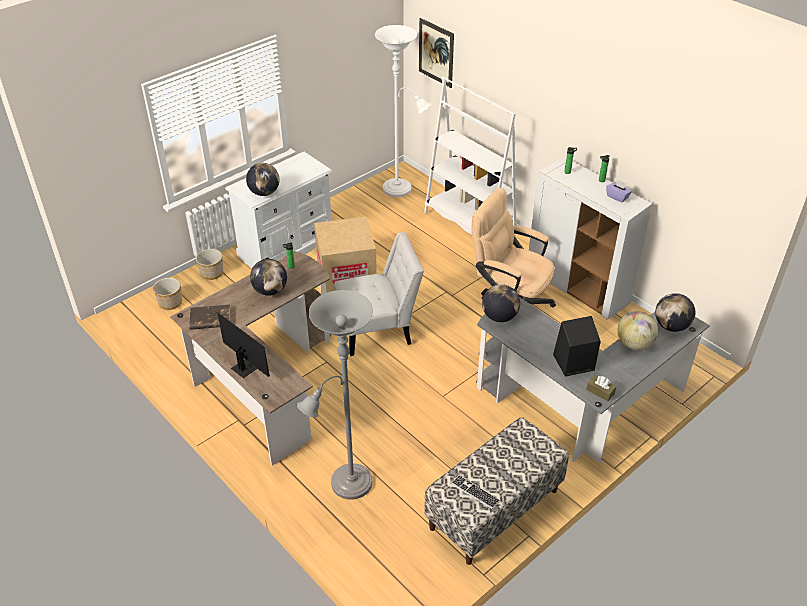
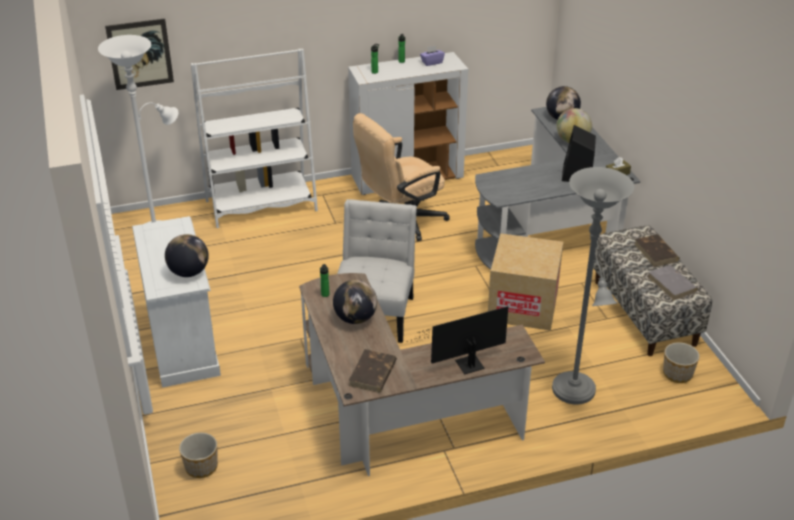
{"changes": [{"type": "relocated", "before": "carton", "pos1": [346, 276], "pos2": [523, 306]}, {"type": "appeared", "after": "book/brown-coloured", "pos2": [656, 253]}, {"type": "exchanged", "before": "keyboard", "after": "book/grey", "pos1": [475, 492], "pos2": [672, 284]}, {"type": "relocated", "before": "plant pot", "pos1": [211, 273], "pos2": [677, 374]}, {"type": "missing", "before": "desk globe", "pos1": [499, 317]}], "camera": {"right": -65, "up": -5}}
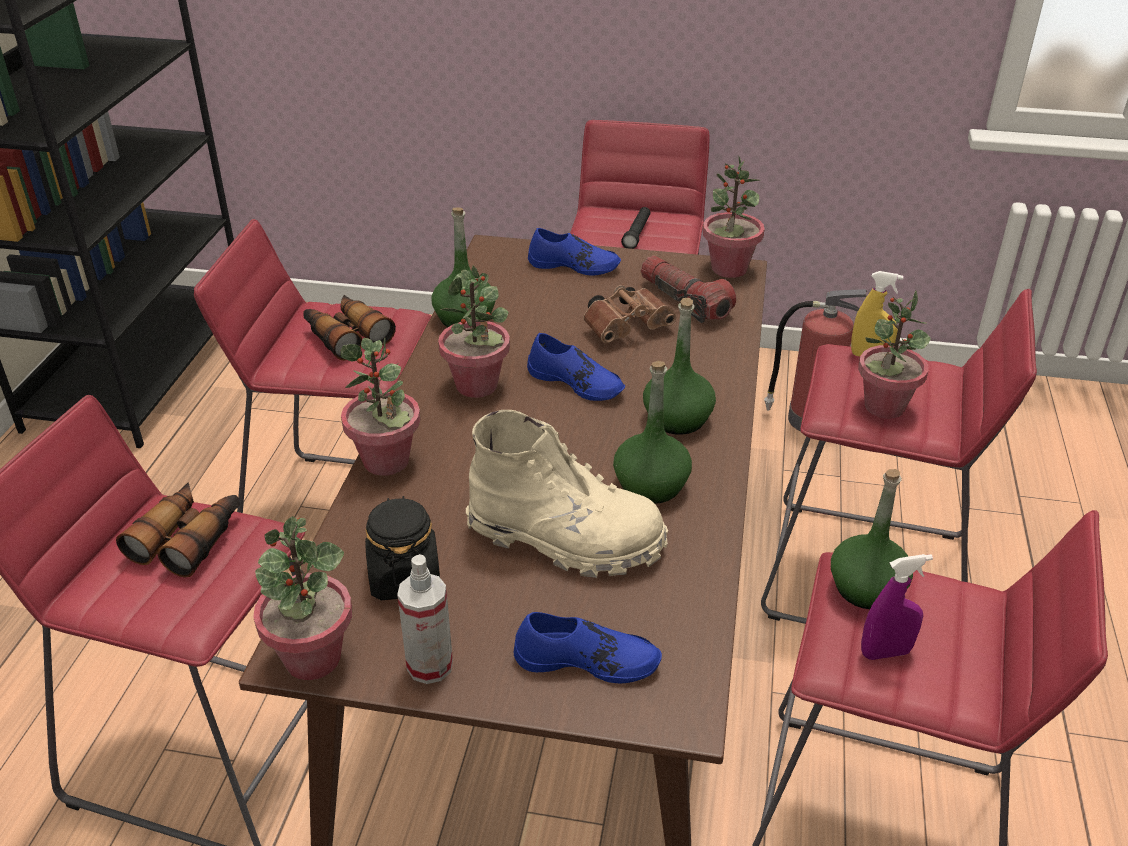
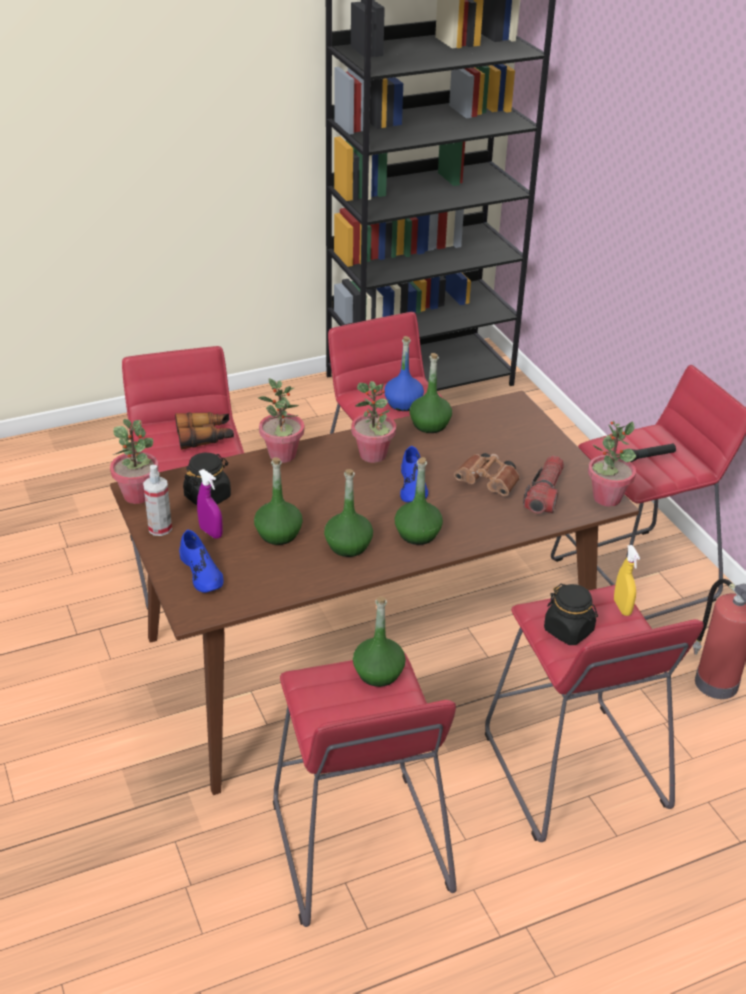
{"changes": [{"type": "relocated", "before": "sprayer/purple-coloured", "pos1": [885, 652], "pos2": [211, 532]}, {"type": "exchanged", "before": "high-top boot/beige", "after": "drink bottle/green-coloured", "pos1": [566, 539], "pos2": [278, 533]}, {"type": "exchanged", "before": "pair of binoculars", "after": "drink bottle/bluish", "pos1": [346, 335], "pos2": [403, 403]}, {"type": "exchanged", "before": "houseplant", "after": "jar/black", "pos1": [884, 407], "pos2": [569, 630]}, {"type": "missing", "before": "shoe/bluish", "pos1": [574, 265]}], "camera": {"right": 55, "up": 0}}
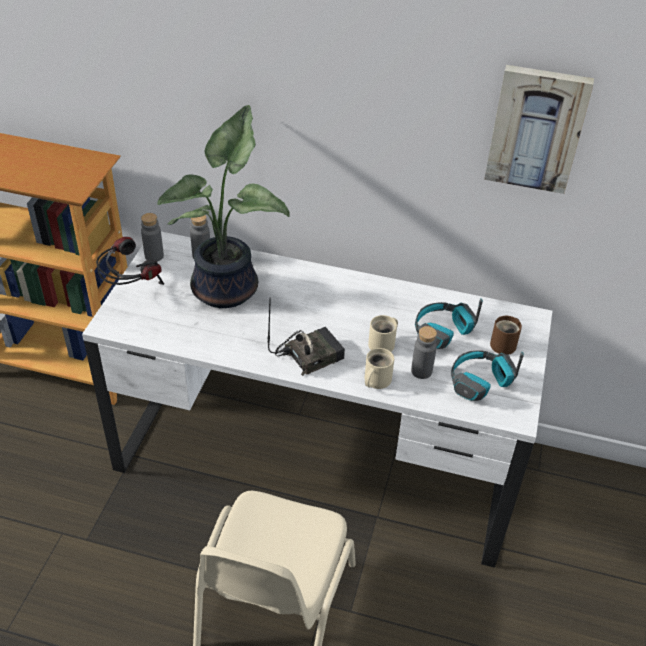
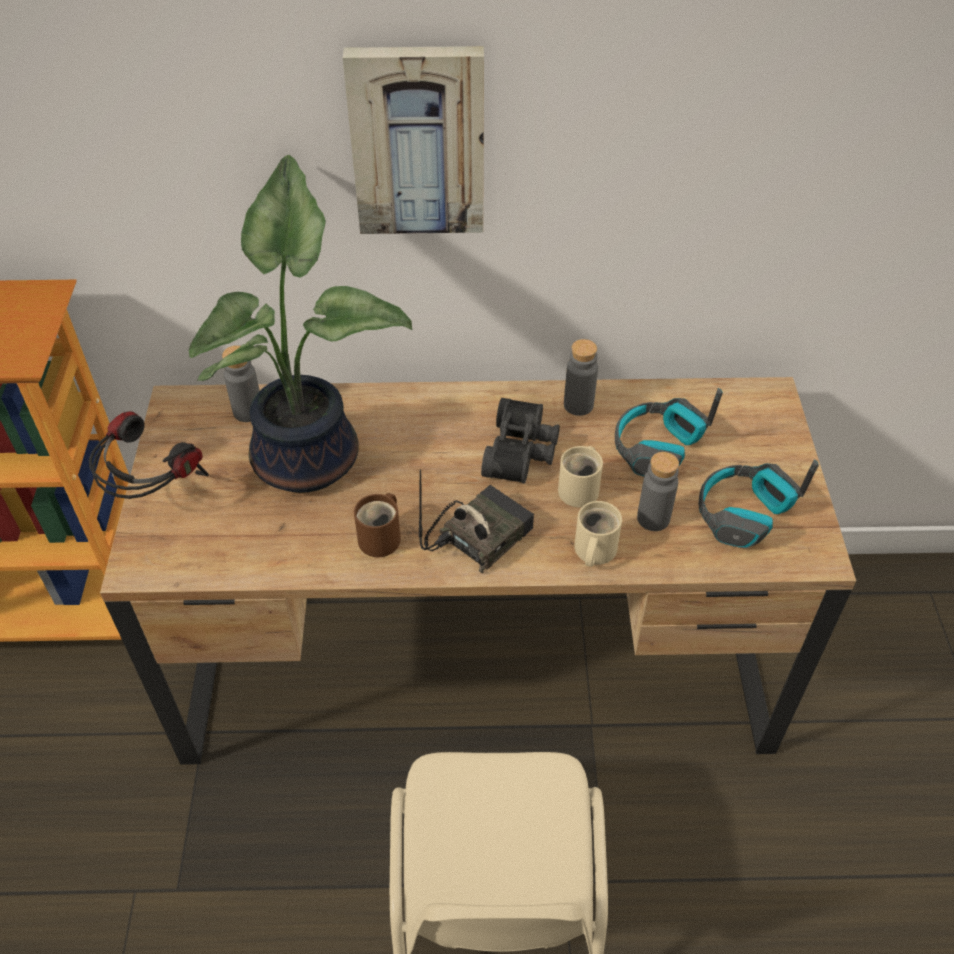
{"changes": [{"type": "colour", "before": "desk unit/white", "after": "desk unit/brown-coloured", "pos1": [317, 457], "pos2": [477, 659]}, {"type": "relocated", "before": "picture", "pos1": [536, 128], "pos2": [418, 140]}, {"type": "relocated", "before": "mug/brown-coloured", "pos1": [505, 344], "pos2": [382, 537]}, {"type": "appeared", "after": "pair of binoculars/black", "pos2": [522, 451]}, {"type": "relocated", "before": "drink bottle/grey", "pos1": [154, 256], "pos2": [578, 405]}], "camera": {"right": -15, "up": 5}}
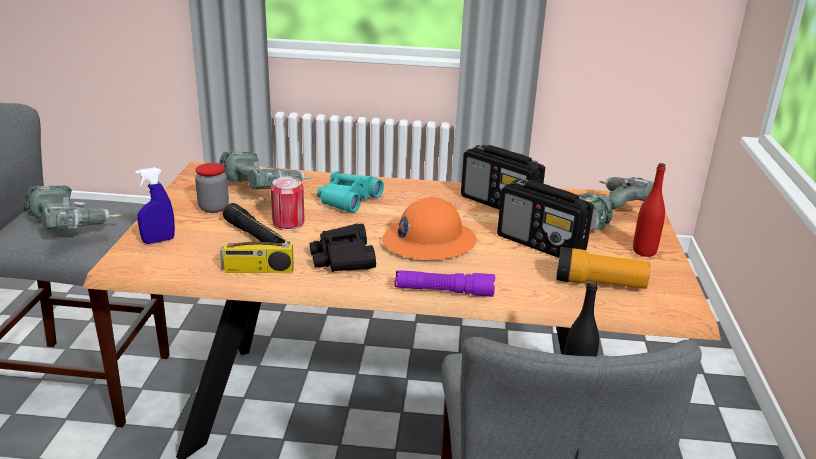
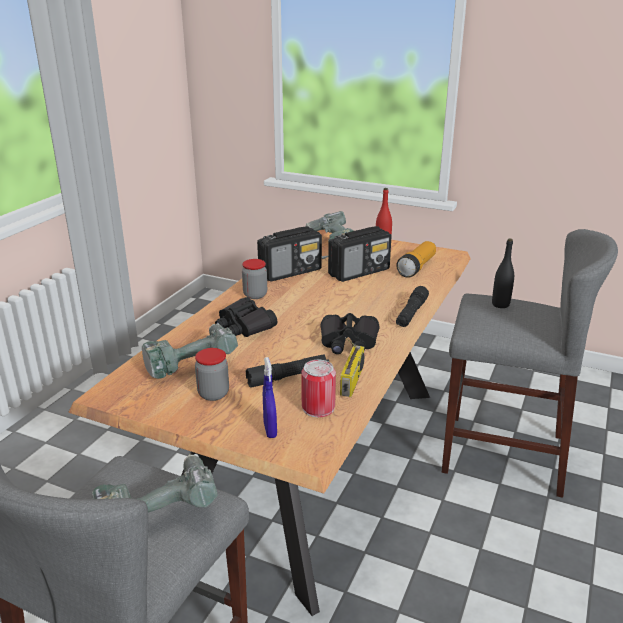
{"changes": [{"type": "colour", "before": "pair of binoculars/turquoise-coloured", "after": "pair of binoculars/black", "pos1": [348, 200], "pos2": [244, 326]}, {"type": "appeared", "after": "jar", "pos2": [255, 295]}, {"type": "relocated", "before": "can", "pos1": [288, 223], "pos2": [318, 407]}, {"type": "colour", "before": "flashlight/purple-coloured", "after": "flashlight/black", "pos1": [443, 291], "pos2": [411, 313]}, {"type": "missing", "before": "hard hat/orangey", "pos1": [428, 241]}], "camera": {"right": -70, "up": 0}}
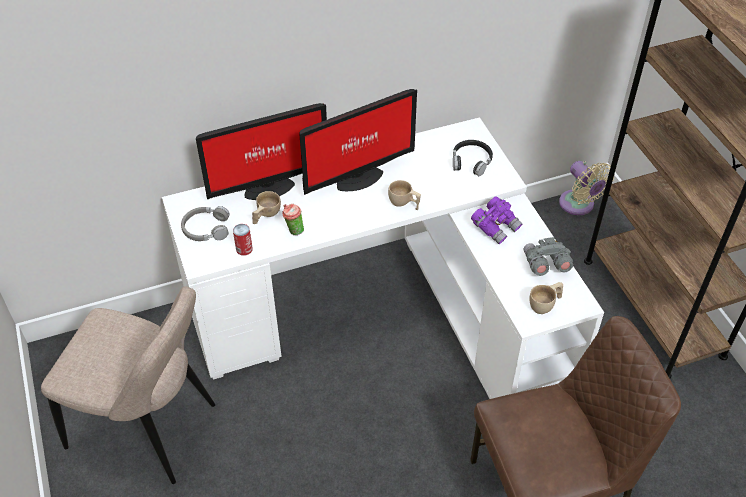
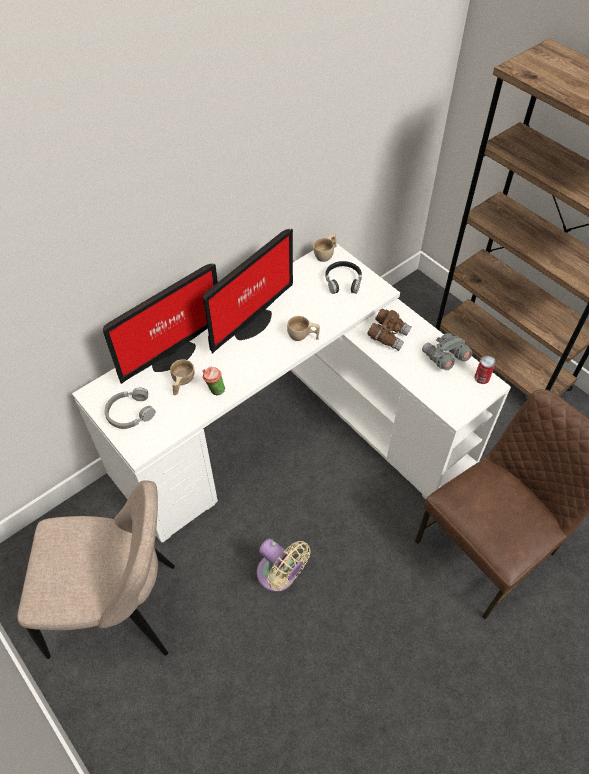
{"changes": [{"type": "relocated", "before": "fan/beige", "pos1": [579, 205], "pos2": [280, 576]}, {"type": "relocated", "before": "cup/beige", "pos1": [545, 305], "pos2": [326, 254]}, {"type": "colour", "before": "pair of binoculars/purple-coloured", "after": "pair of binoculars/brown-coloured", "pos1": [495, 227], "pos2": [388, 336]}, {"type": "relocated", "before": "can", "pos1": [244, 249], "pos2": [482, 378]}], "camera": {"right": -20, "up": 5}}
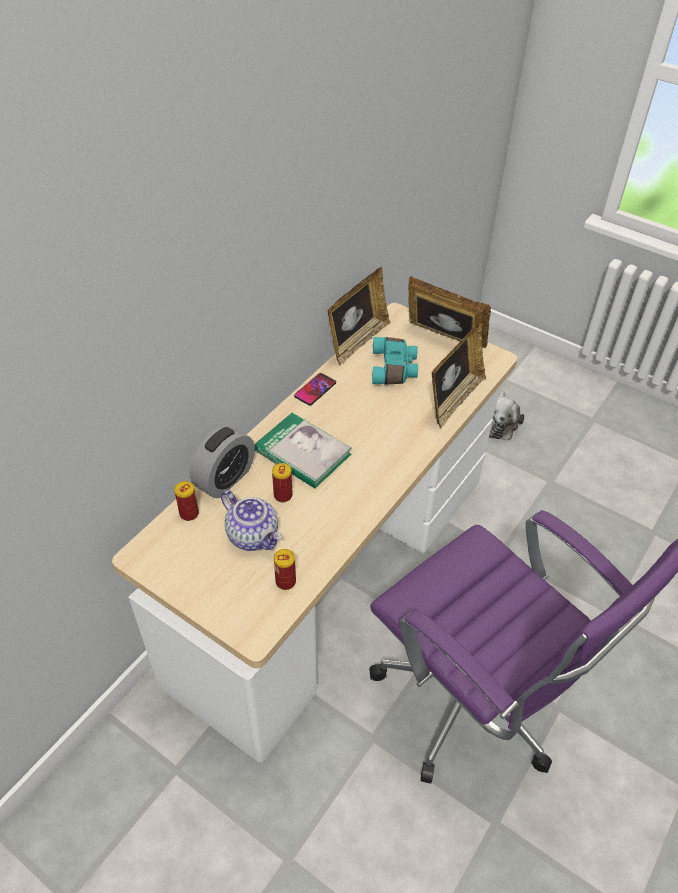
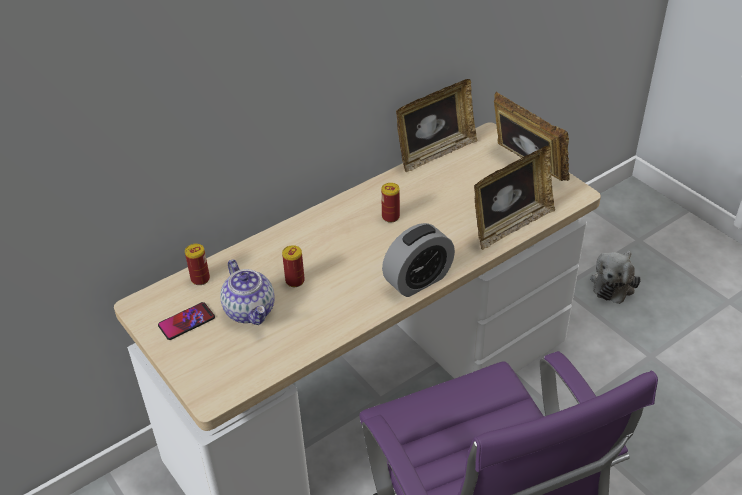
{"changes": [{"type": "relocated", "before": "telephone", "pos1": [315, 390], "pos2": [186, 322]}, {"type": "relocated", "before": "can", "pos1": [285, 581], "pos2": [390, 217]}, {"type": "relocated", "before": "alarm clock", "pos1": [225, 479], "pos2": [418, 280]}, {"type": "missing", "before": "book", "pos1": [302, 453]}, {"type": "missing", "before": "pair of binoculars/turquoise-coloured", "pos1": [394, 369]}], "camera": {"right": 20, "up": -5}}
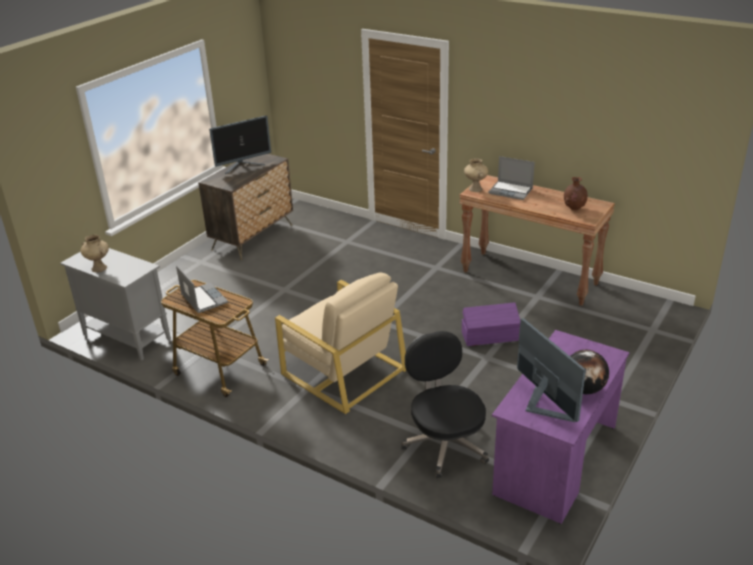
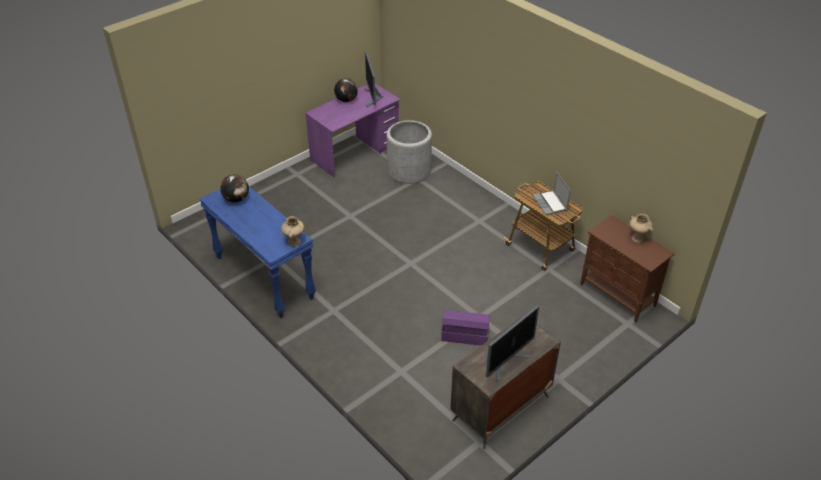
{"changes": [{"type": "colour", "before": "console table/brown-coloured", "after": "console table/bluish", "pos1": [530, 277], "pos2": [263, 278]}, {"type": "exchanged", "before": "decorative vase/brown-coloured", "after": "desk globe", "pos1": [574, 208], "pos2": [236, 199]}, {"type": "exchanged", "before": "computer chair/black", "after": "plant pot/grey", "pos1": [445, 444], "pos2": [409, 171]}, {"type": "relocated", "before": "storage container/purple-coloured", "pos1": [490, 337], "pos2": [464, 335]}, {"type": "spun", "before": "computer screen", "pos1": [243, 166], "pos2": [507, 362], "turn": 150}, {"type": "colour", "before": "cupboard/grey", "after": "cupboard/brown-coloured", "pos1": [126, 337], "pos2": [618, 295]}, {"type": "missing", "before": "lounge chair/beige", "pos1": [343, 371]}, {"type": "missing", "before": "notebook computer", "pos1": [511, 191]}], "camera": {"right": -165, "up": 10}}
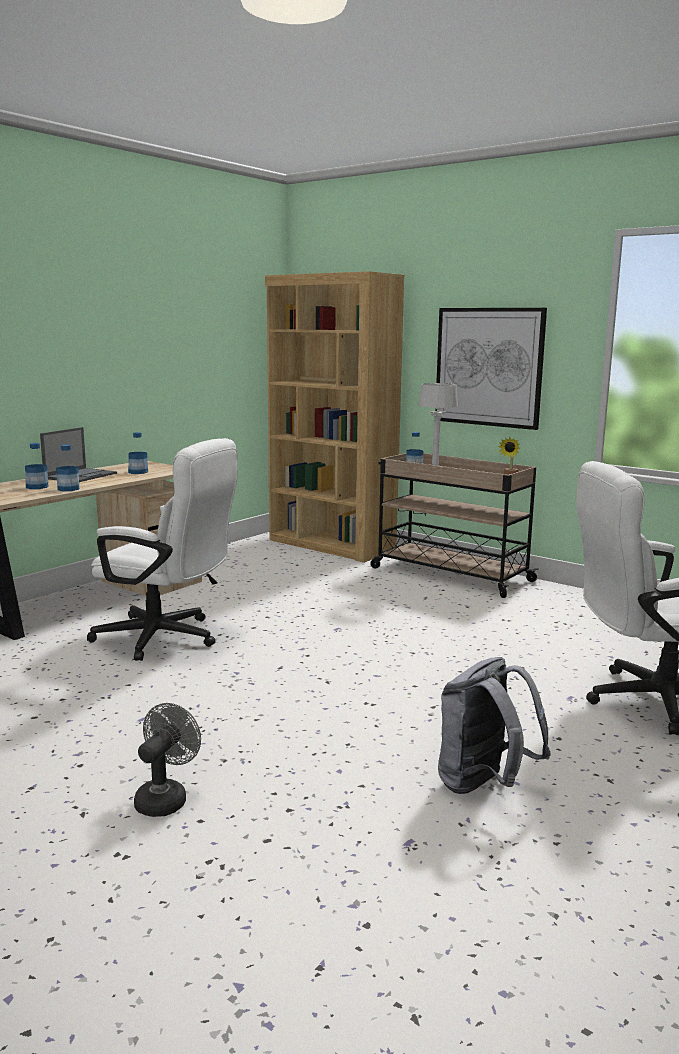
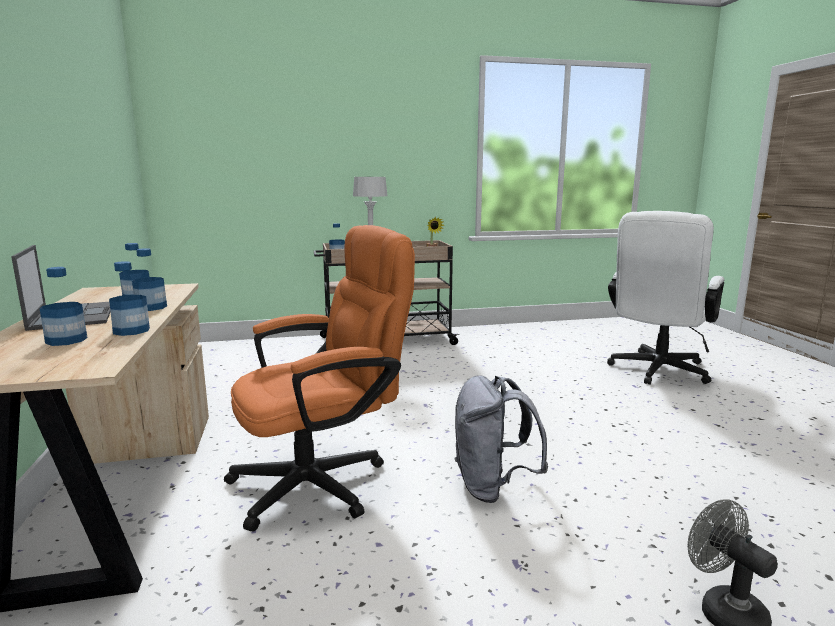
{"changes": [{"type": "appeared", "after": "drink bottle", "pos2": [151, 307]}, {"type": "colour", "before": "computer chair/white", "after": "computer chair/orangey", "pos1": [167, 638], "pos2": [323, 481]}, {"type": "relocated", "before": "knapsack/grey", "pos1": [483, 785], "pos2": [492, 487]}, {"type": "missing", "before": "bookshelf/brown-coloured", "pos1": [331, 545]}, {"type": "missing", "before": "picture", "pos1": [488, 367]}], "camera": {"right": -50, "up": 0}}
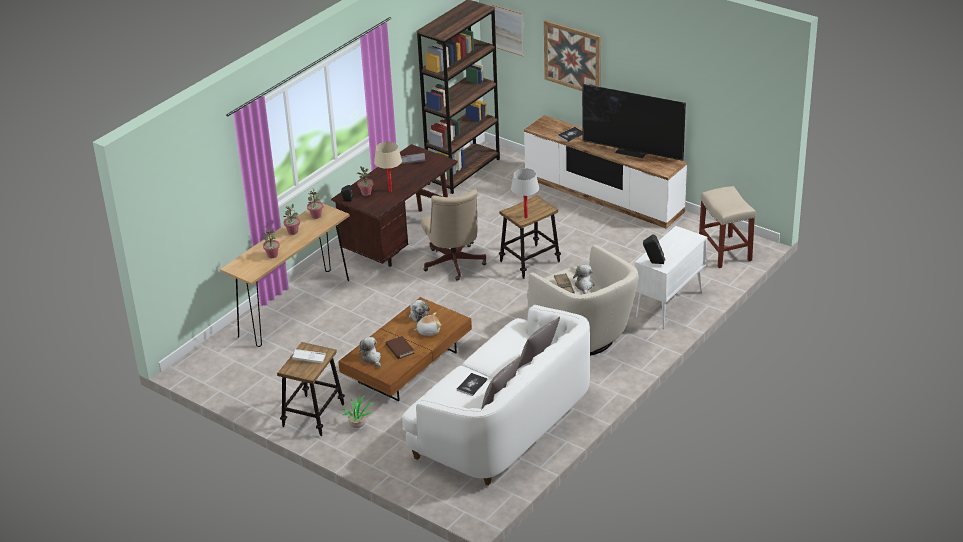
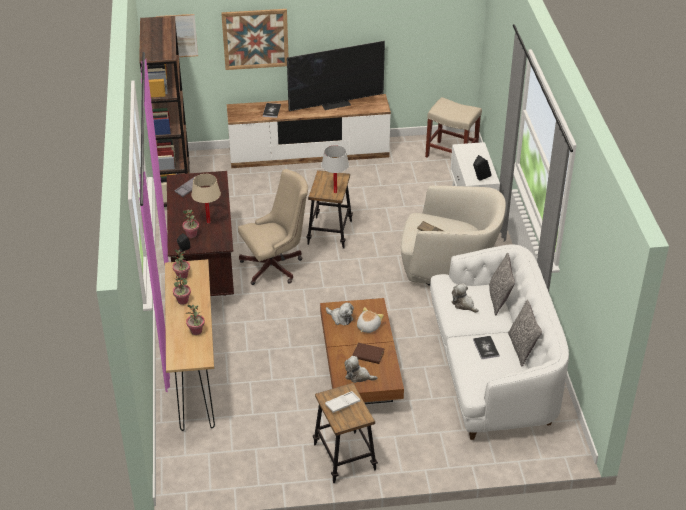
{"changes": [{"type": "spun", "before": "computer chair/beige", "pos1": [453, 265], "pos2": [276, 266], "turn": -60}, {"type": "relocated", "before": "soft toy", "pos1": [584, 286], "pos2": [463, 304]}, {"type": "missing", "before": "houseplant", "pos1": [359, 426]}], "camera": {"right": -45, "up": 5}}
